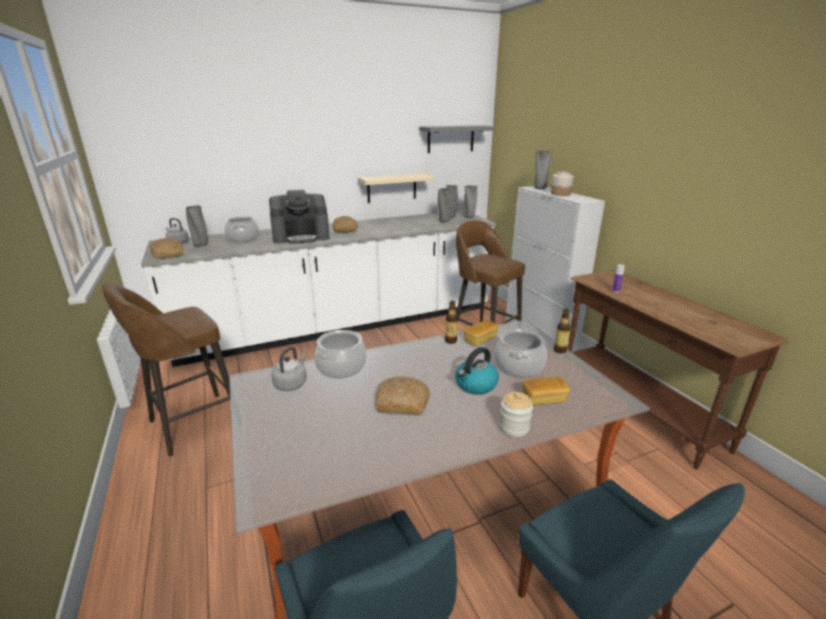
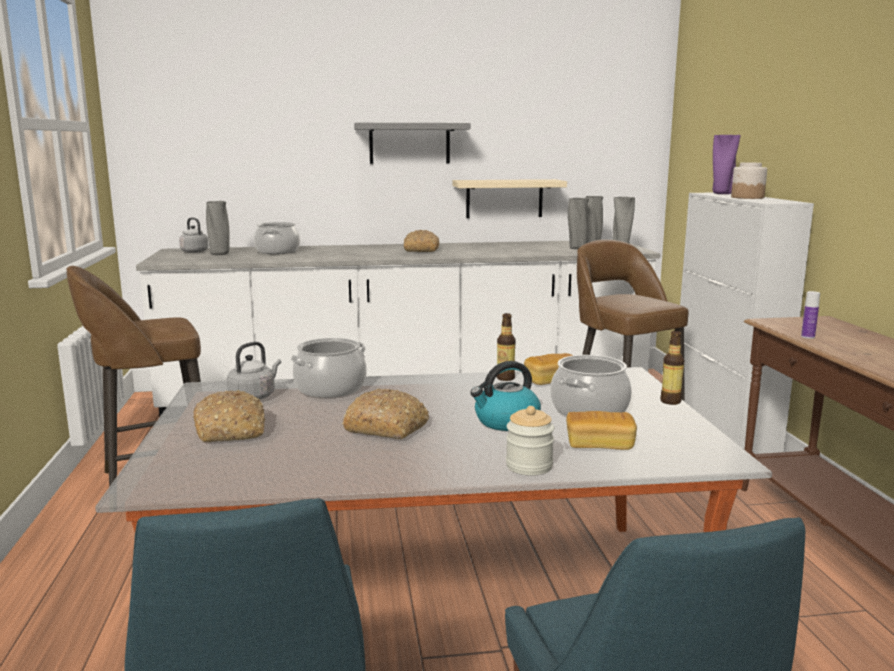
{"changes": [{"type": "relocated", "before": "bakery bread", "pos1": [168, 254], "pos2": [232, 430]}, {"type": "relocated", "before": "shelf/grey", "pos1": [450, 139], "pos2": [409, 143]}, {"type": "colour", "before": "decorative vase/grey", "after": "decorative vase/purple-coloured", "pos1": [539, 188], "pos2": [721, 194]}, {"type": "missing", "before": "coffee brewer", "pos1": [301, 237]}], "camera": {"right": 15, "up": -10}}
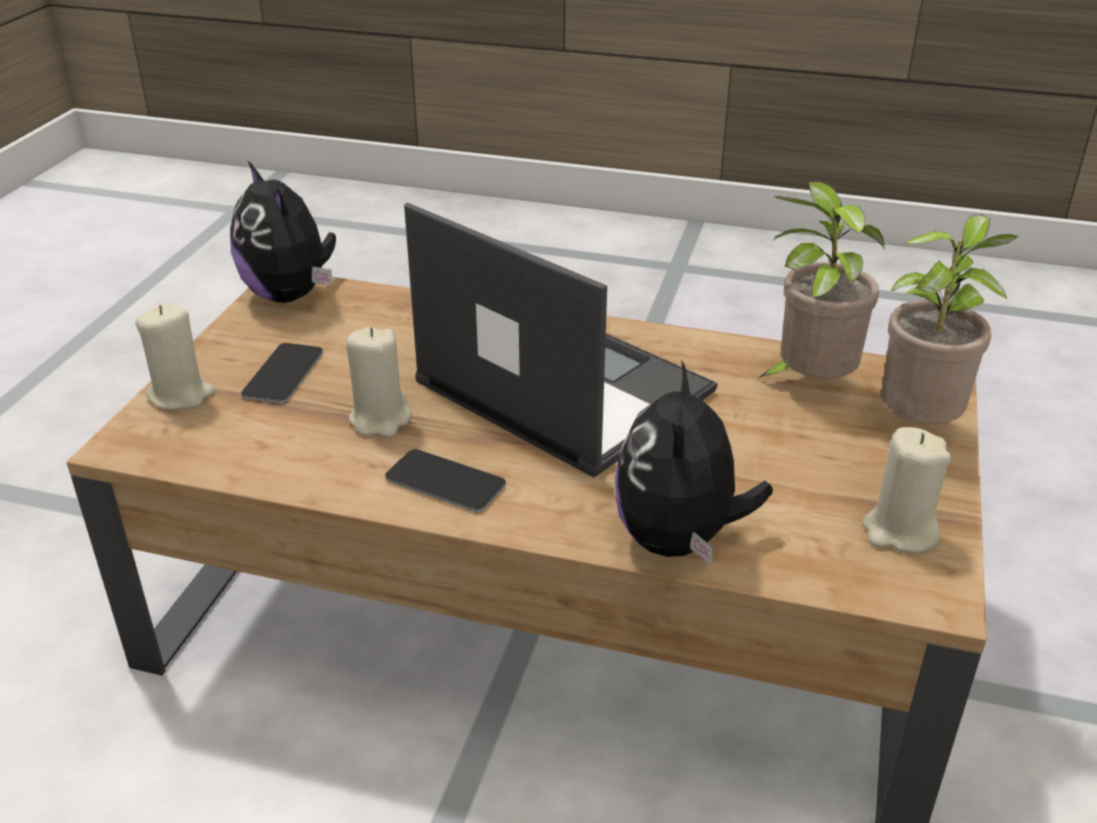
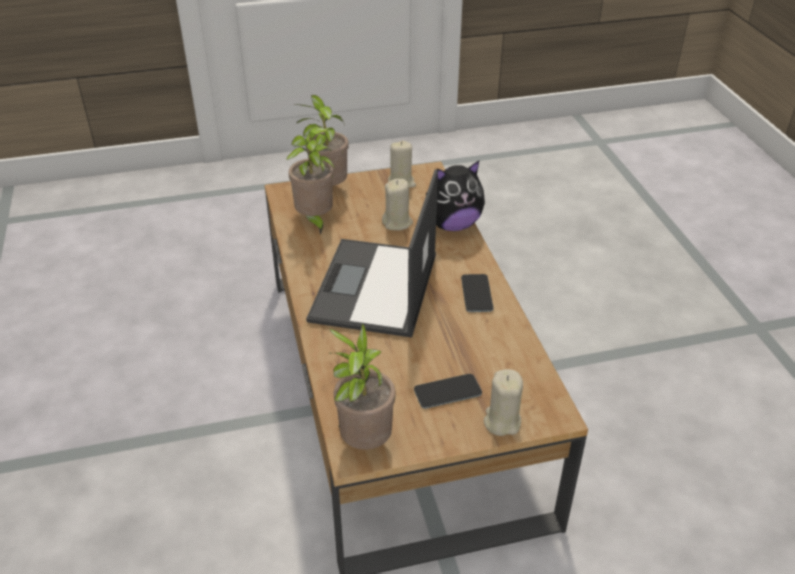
{"changes": [{"type": "exchanged", "before": "soft toy", "after": "houseplant", "pos1": [291, 295], "pos2": [363, 442]}, {"type": "relocated", "before": "wax light/beige", "pos1": [380, 419], "pos2": [397, 222]}], "camera": {"right": -120, "up": 5}}
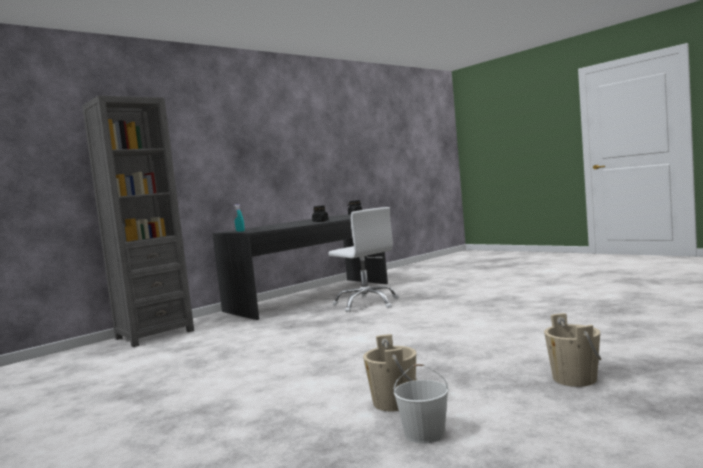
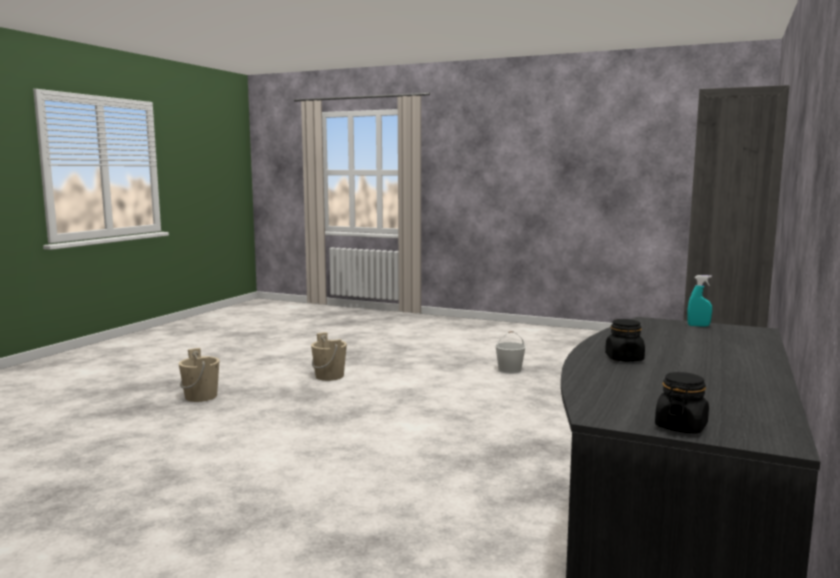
{"changes": [{"type": "relocated", "before": "bucket/white", "pos1": [424, 433], "pos2": [510, 370]}, {"type": "missing", "before": "computer chair/white", "pos1": [367, 304]}], "camera": {"right": 155, "up": 5}}
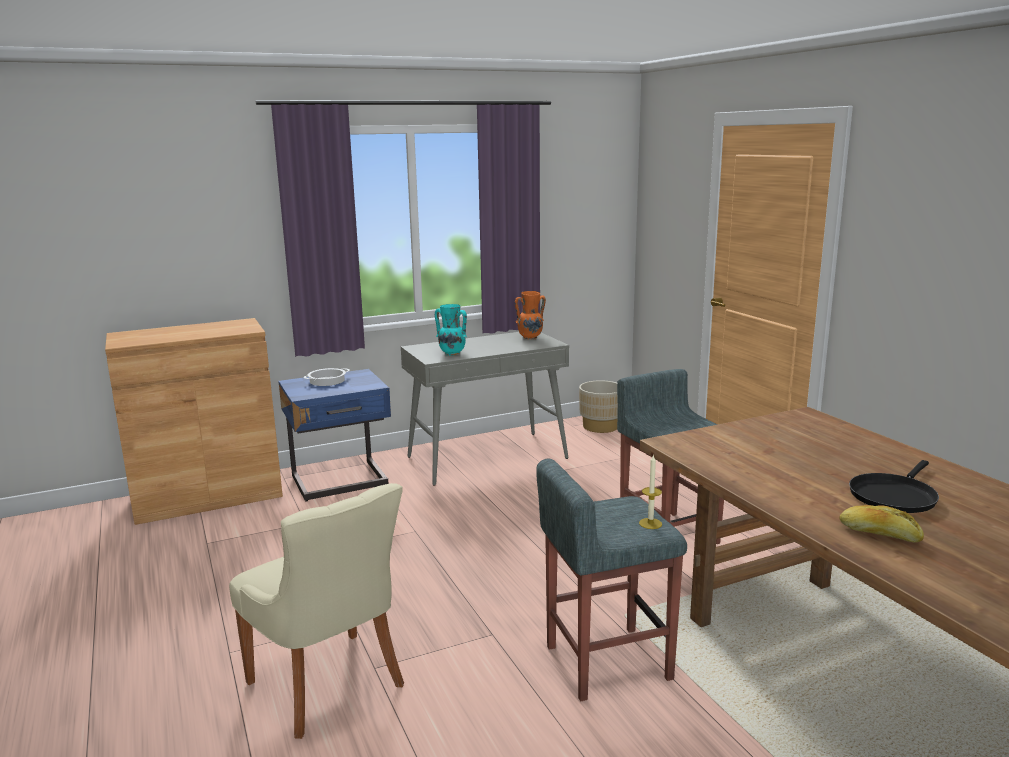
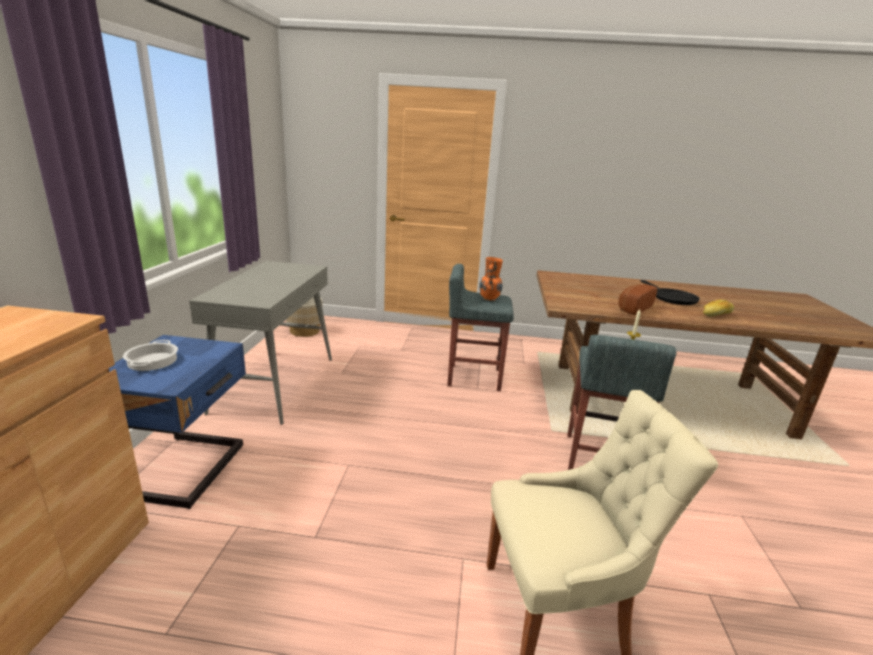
{"changes": [{"type": "relocated", "before": "decorative vase/orangey", "pos1": [530, 338], "pos2": [489, 299]}, {"type": "appeared", "after": "bakery bread", "pos2": [633, 308]}, {"type": "missing", "before": "decorative vase/turquoise-coloured", "pos1": [452, 354]}], "camera": {"right": -60, "up": 5}}
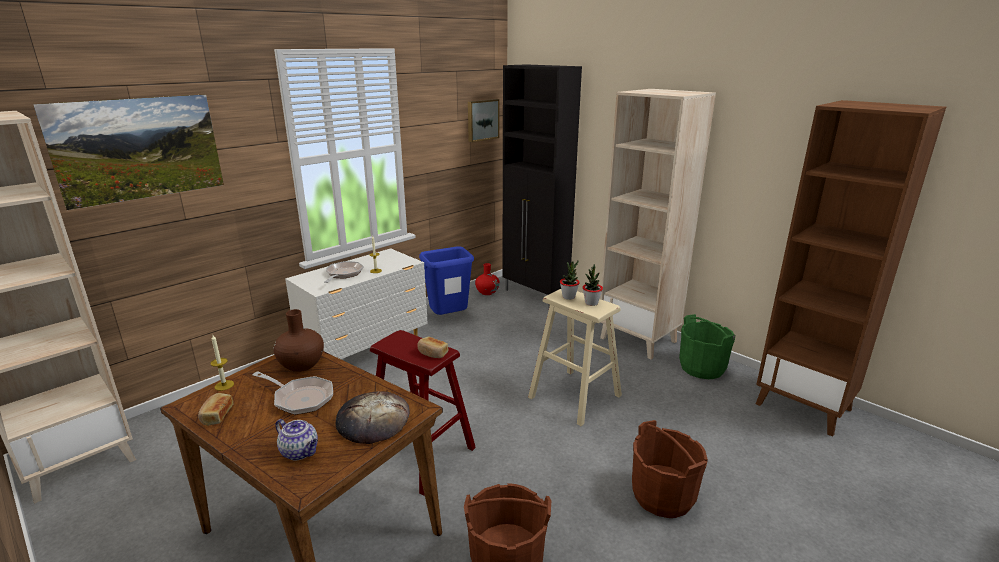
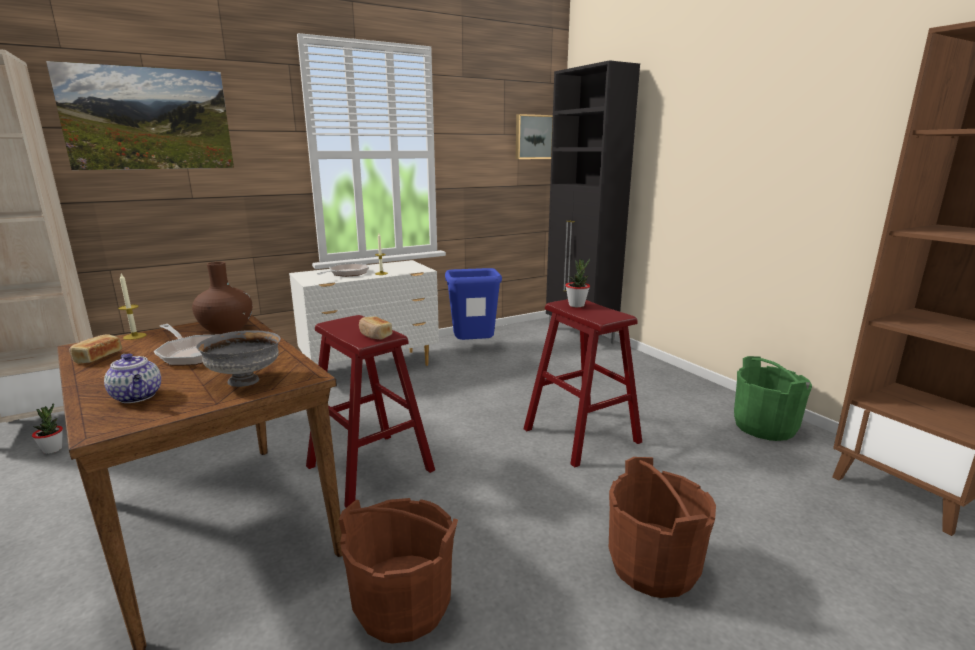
{"changes": [{"type": "relocated", "before": "houseplant", "pos1": [591, 303], "pos2": [52, 449]}, {"type": "exchanged", "before": "bakery bread", "after": "serving bowl/grey", "pos1": [373, 421], "pos2": [245, 380]}, {"type": "colour", "before": "stool/beige", "after": "stool/red", "pos1": [575, 396], "pos2": [581, 435]}, {"type": "missing", "before": "decorative vase/red", "pos1": [487, 292]}, {"type": "missing", "before": "bookshelf/beige", "pos1": [639, 340]}], "camera": {"right": 15, "up": -5}}
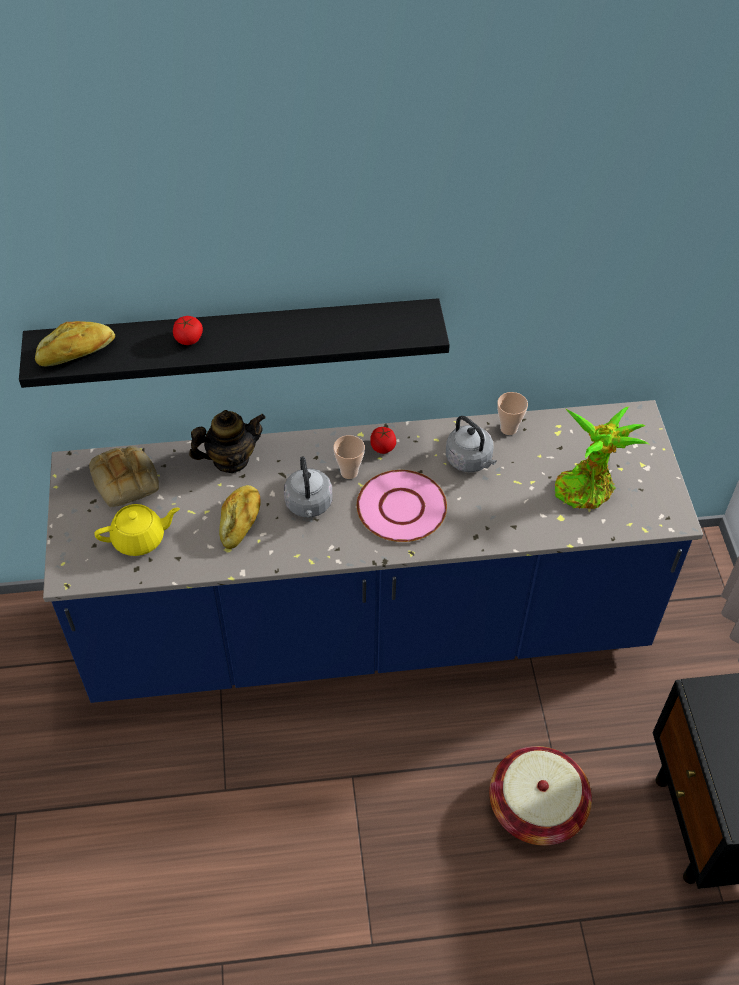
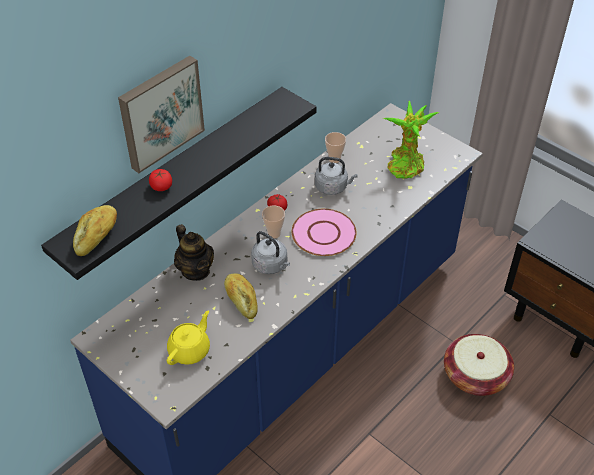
{"changes": [{"type": "appeared", "after": "picture", "pos2": [160, 112]}, {"type": "spun", "before": "teapot", "pos1": [231, 460], "pos2": [196, 270], "turn": 120}, {"type": "missing", "before": "bakery bread", "pos1": [126, 480]}], "camera": {"right": -40, "up": -5}}
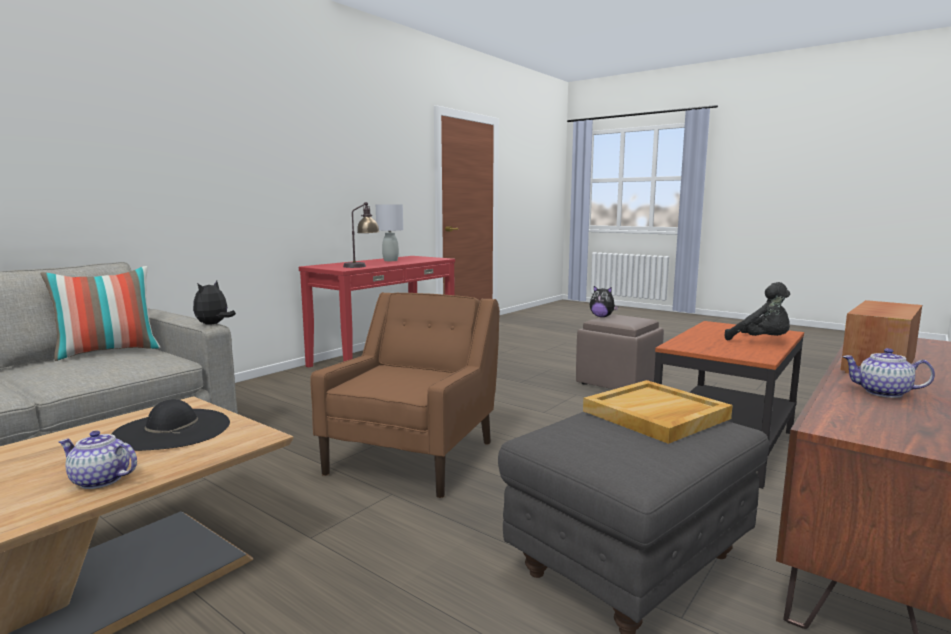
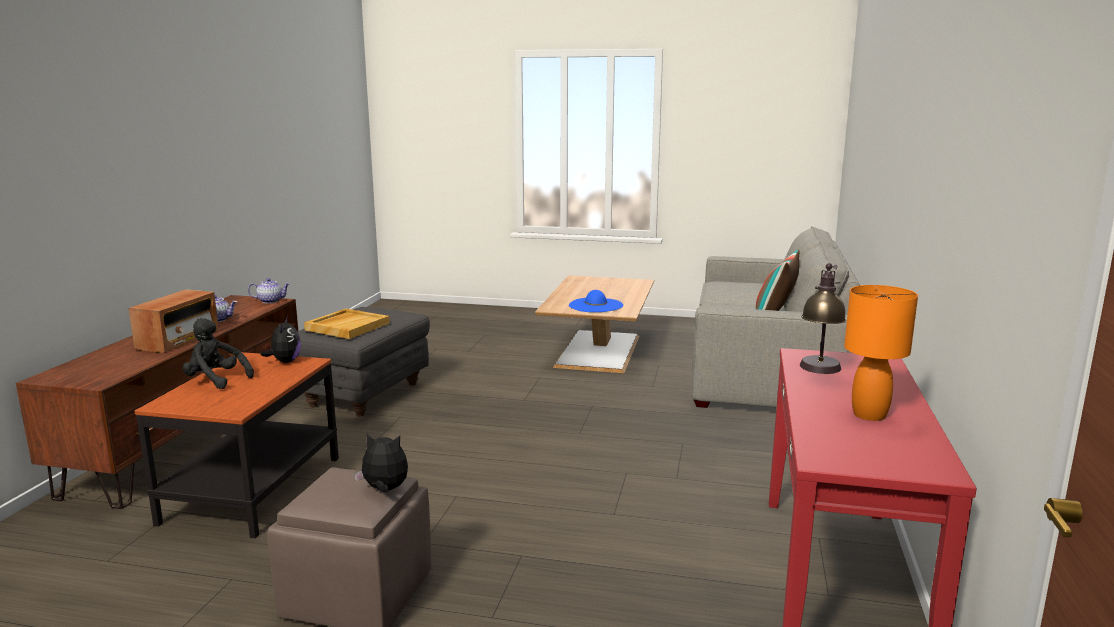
{"changes": [{"type": "relocated", "before": "teapot", "pos1": [99, 481], "pos2": [270, 301]}, {"type": "relocated", "before": "soft toy", "pos1": [213, 324], "pos2": [285, 361]}, {"type": "colour", "before": "wearable hat/black", "after": "wearable hat/bluish", "pos1": [172, 430], "pos2": [596, 305]}, {"type": "colour", "before": "table lamp/grey", "after": "table lamp/orangey", "pos1": [391, 260], "pos2": [869, 415]}, {"type": "missing", "before": "lounge chair/brown-coloured", "pos1": [414, 456]}], "camera": {"right": 155, "up": 5}}
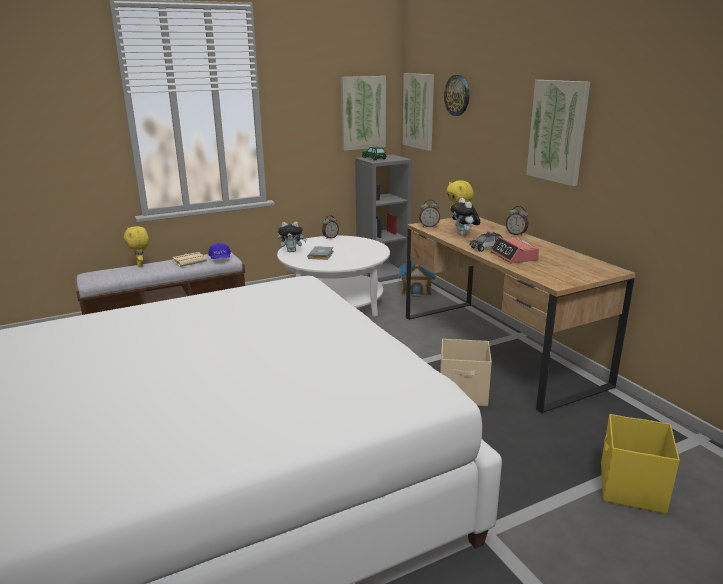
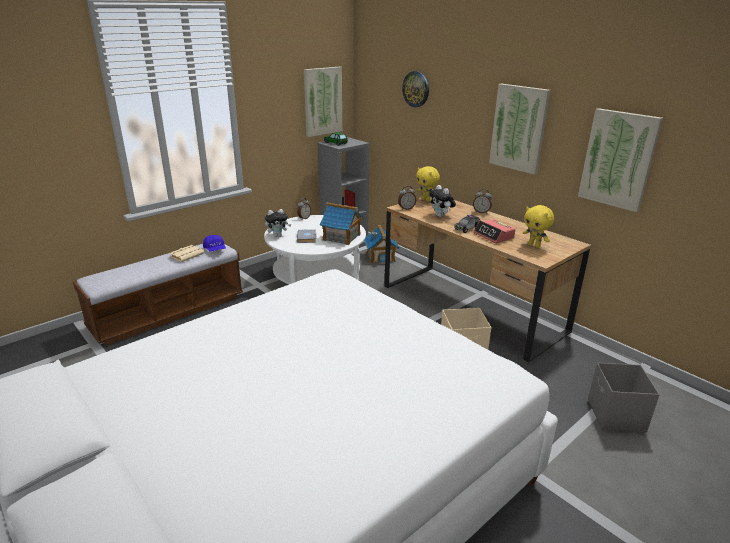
{"changes": [{"type": "appeared", "after": "miniature house", "pos2": [342, 237]}, {"type": "relocated", "before": "soft toy/yellow-coloured", "pos1": [141, 265], "pos2": [534, 245]}, {"type": "relocated", "before": "picture", "pos1": [419, 111], "pos2": [618, 159]}, {"type": "colour", "before": "storage container/yellow-coloured", "after": "storage container/grey", "pos1": [631, 488], "pos2": [615, 416]}], "camera": {"right": -15, "up": 5}}
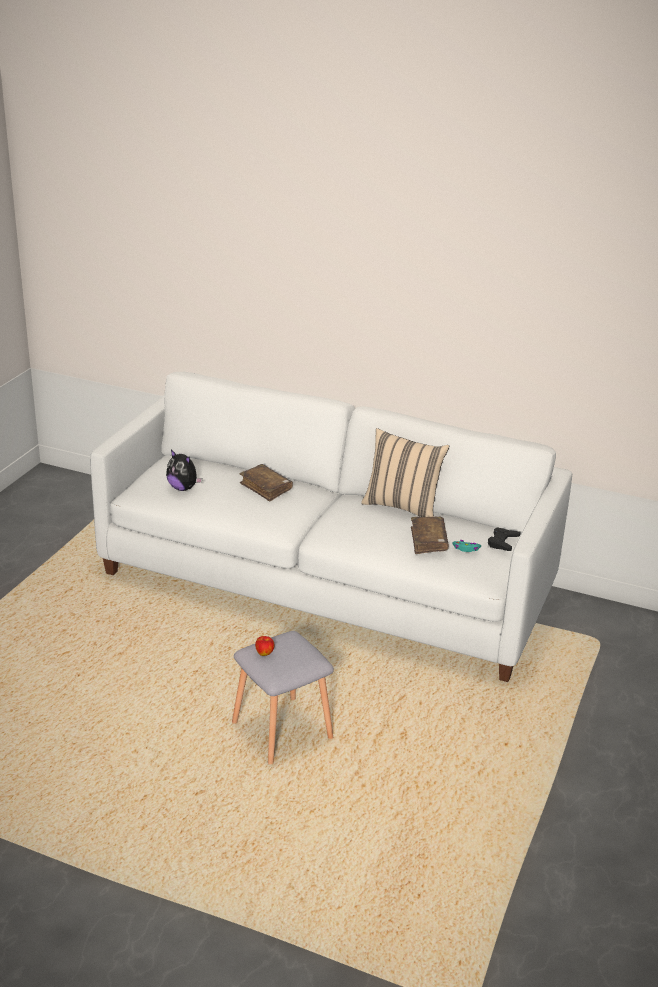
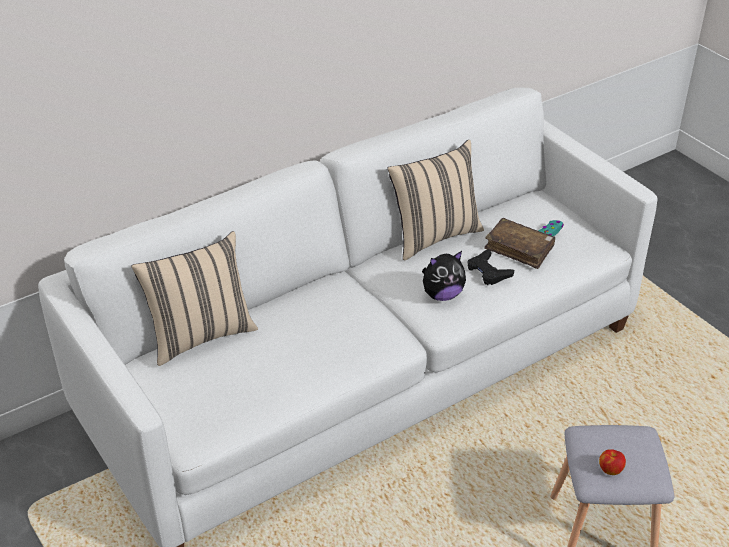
{"changes": [{"type": "appeared", "after": "pillow/beige", "pos2": [200, 335]}, {"type": "relocated", "before": "soft toy", "pos1": [183, 488], "pos2": [442, 295]}, {"type": "relocated", "before": "game controller/black", "pos1": [502, 542], "pos2": [488, 271]}, {"type": "missing", "before": "book/brown-coloured", "pos1": [266, 488]}], "camera": {"right": -55, "up": 10}}
